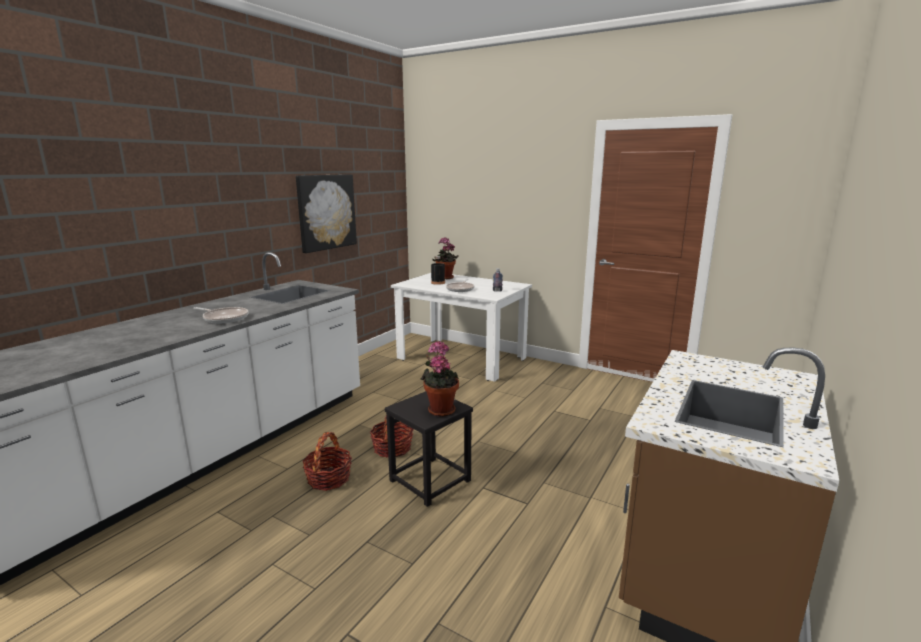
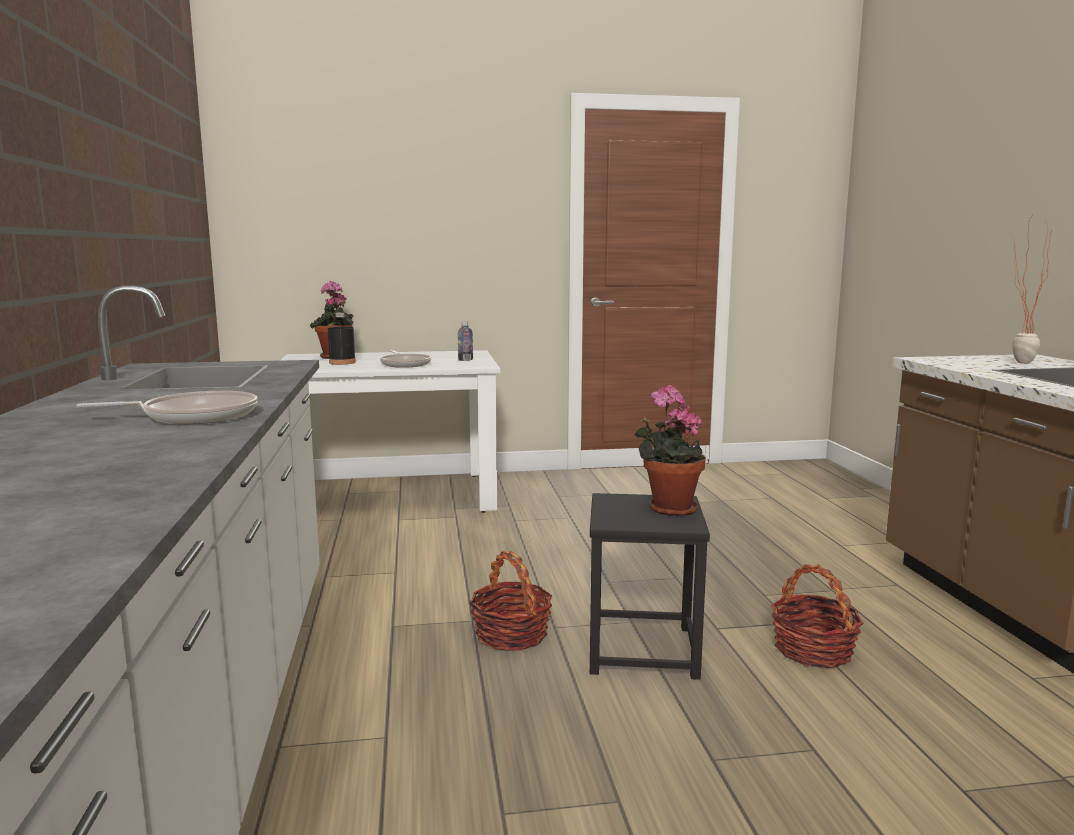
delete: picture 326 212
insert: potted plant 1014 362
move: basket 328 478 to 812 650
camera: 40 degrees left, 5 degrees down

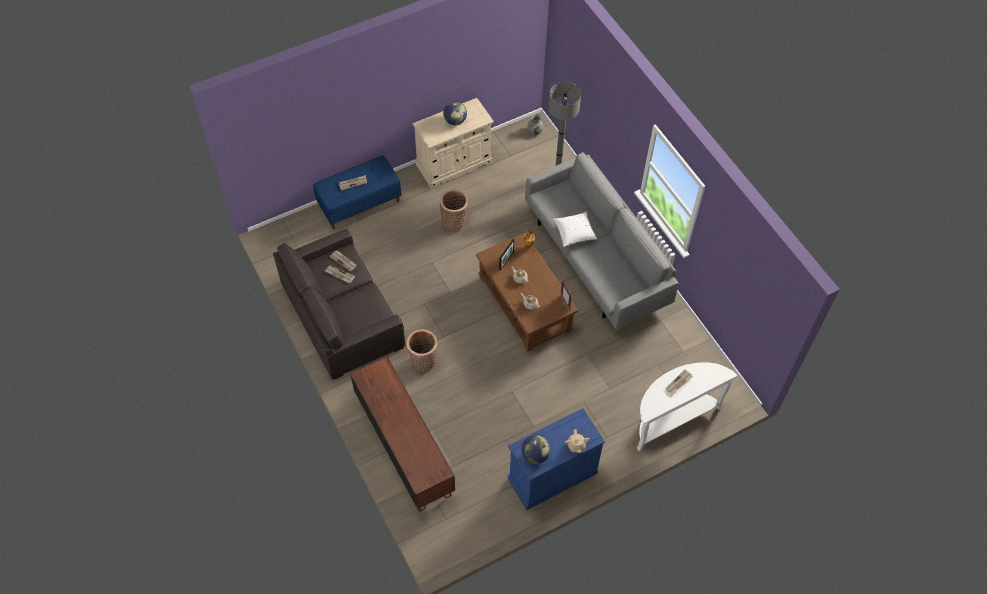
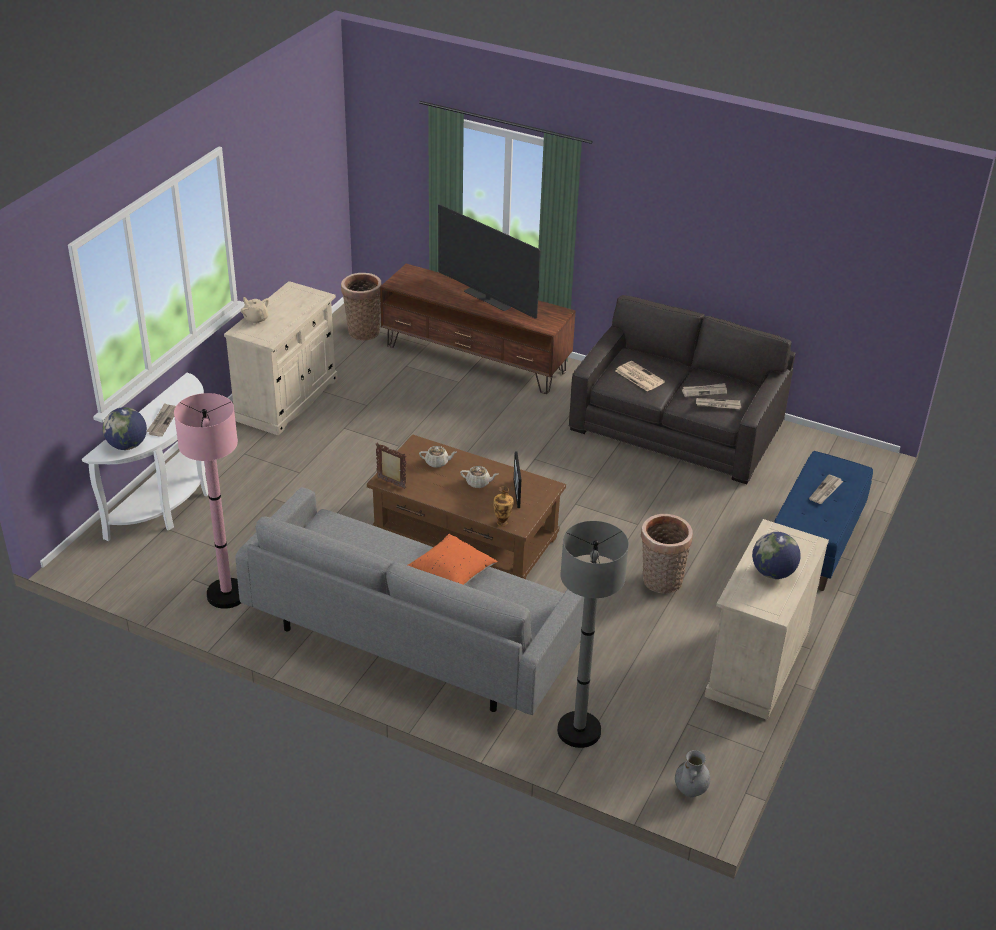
insert: pink floor lamp 227 594; television 487 299; newspaper 638 376
move: globe 535 455 to 127 445; basket 423 363 to 363 331
recolor: blue cabinet 552 475 to beige cabinet 287 399; white pillow 574 233 to orange pillow 452 574
camera: 145 degrees right, 20 degrees down

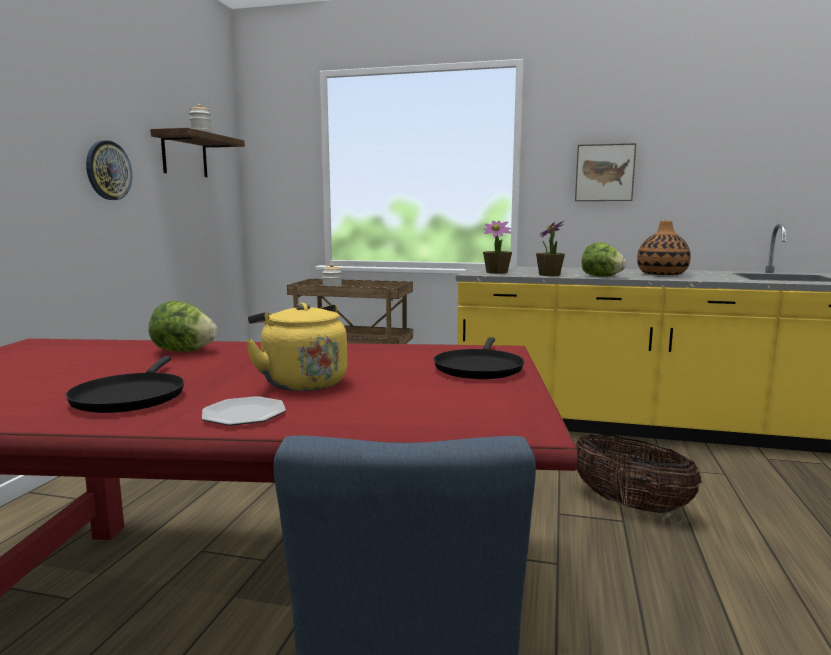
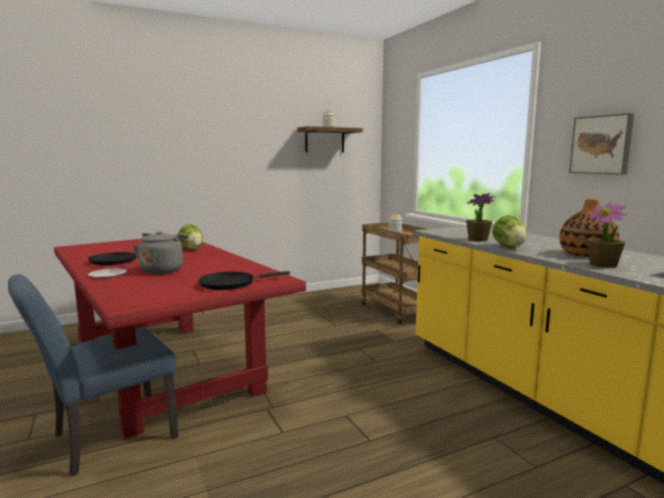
delete: wall clock 108 170; basket 630 504
move: potted plant 497 272 to 603 265
recolor: yellow kettle 301 382 to grey kettle 163 270
camera: 50 degrees right, 0 degrees up

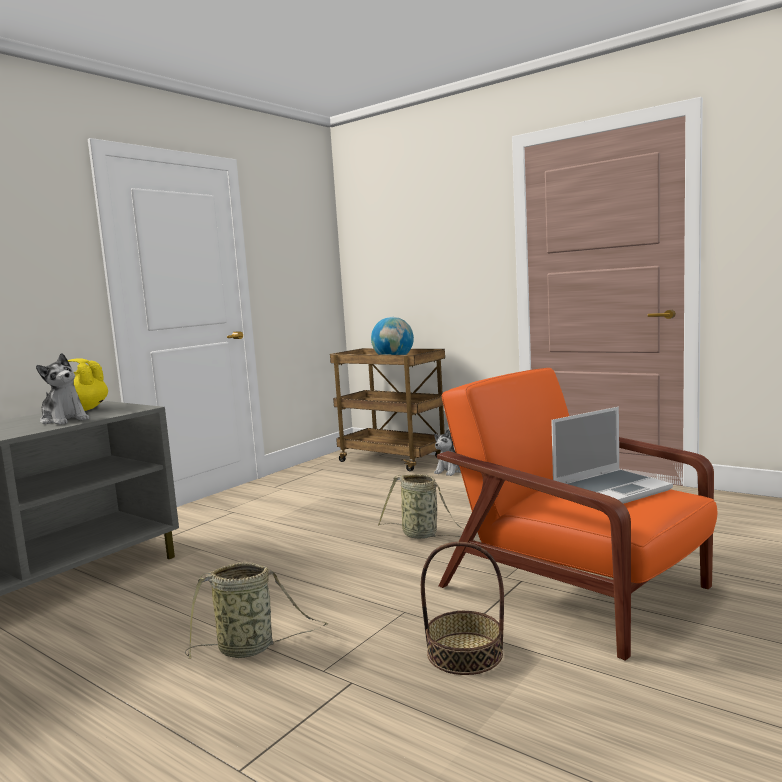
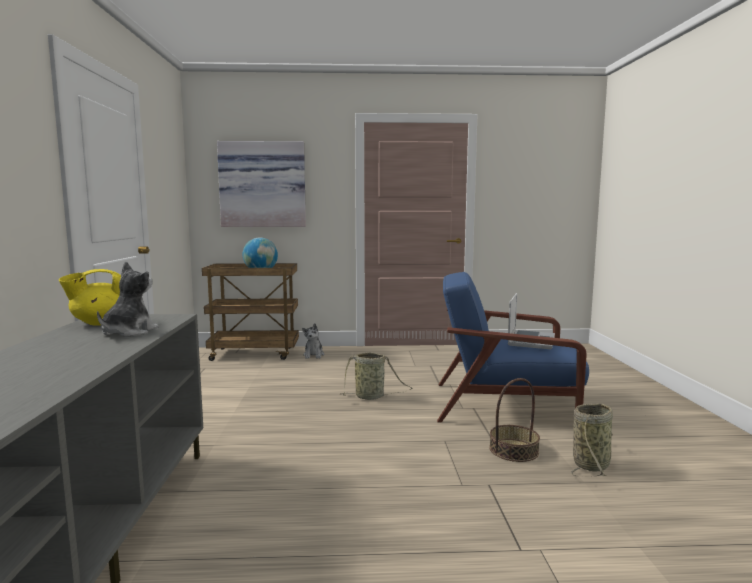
insert: picture 263 184
move: basket 250 648 to 592 464
recolor: orange armchair 576 589 to blue armchair 505 405
rotate: plush toy 64 420 = 128 332 75 degrees counterclockwise
camera: 40 degrees left, 0 degrees up

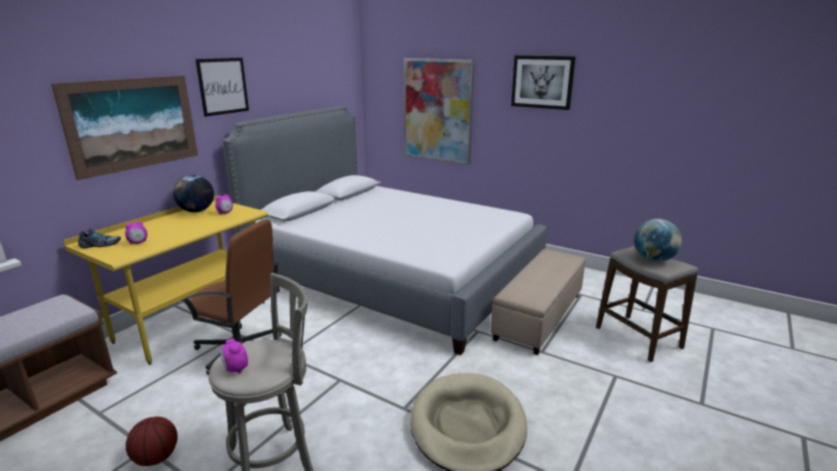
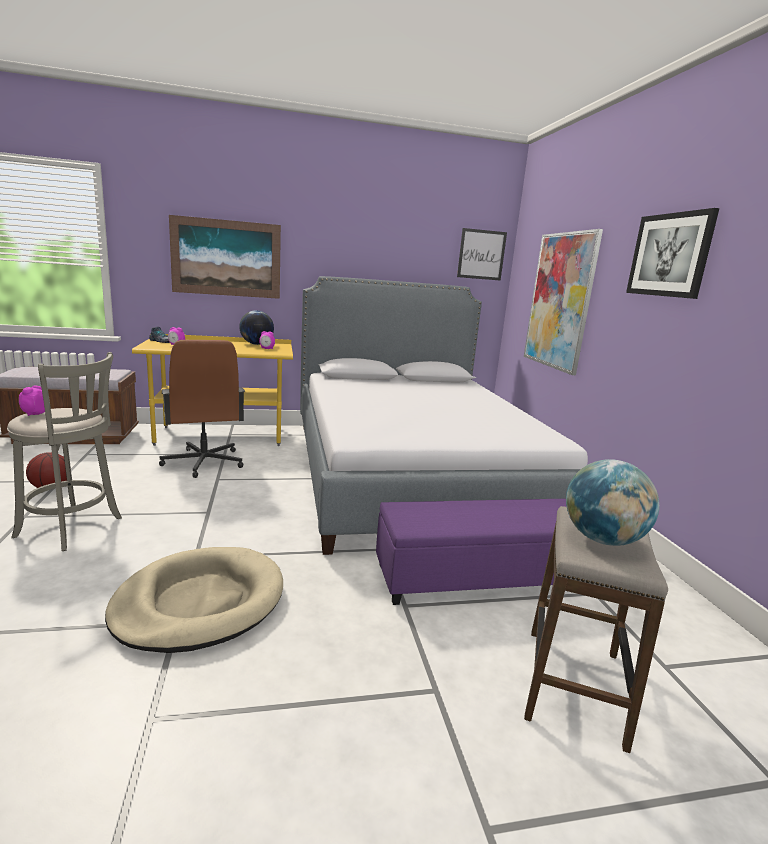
move: picture 223 86 to 481 254
recolor: beige ottoman 538 316 to purple ottoman 479 577
camera: 45 degrees right, 5 degrees down

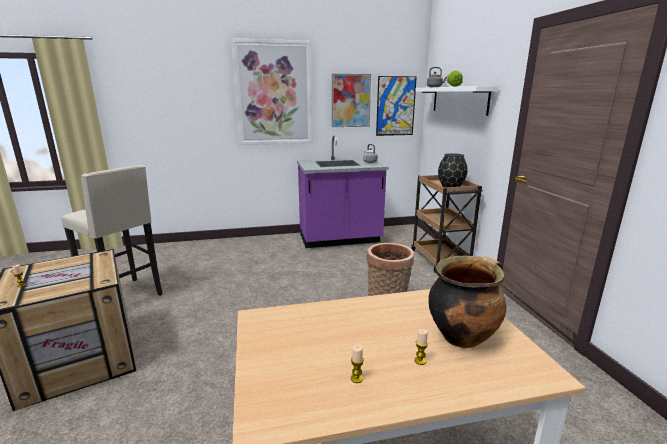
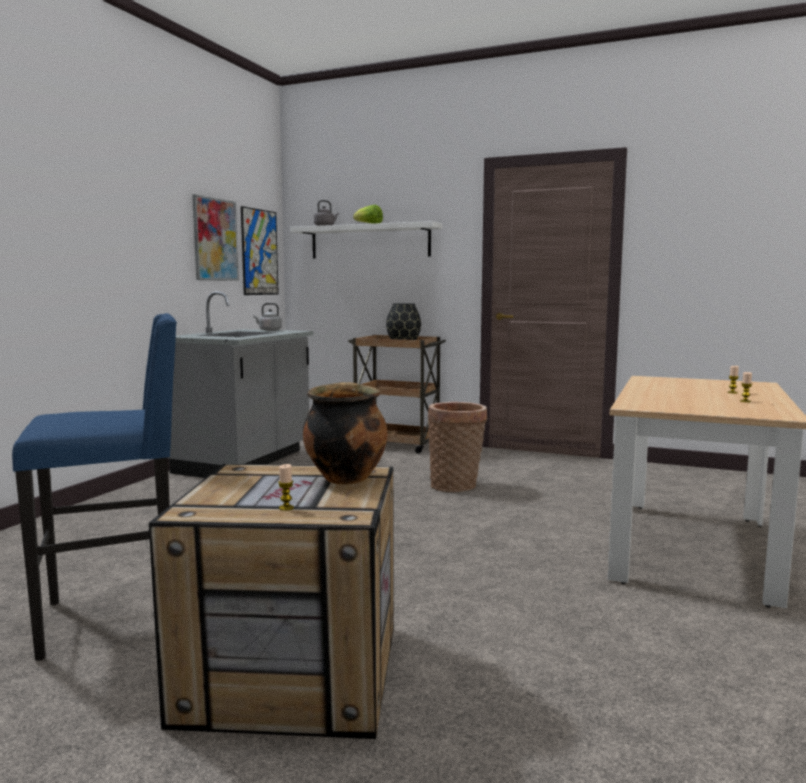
delete: picture 273 93
move: cooking pot 462 336 to 345 477
recolor: beige stool 126 297 to blue stool 117 618; purple counter 340 239 to grey counter 246 462
camera: 55 degrees left, 10 degrees down

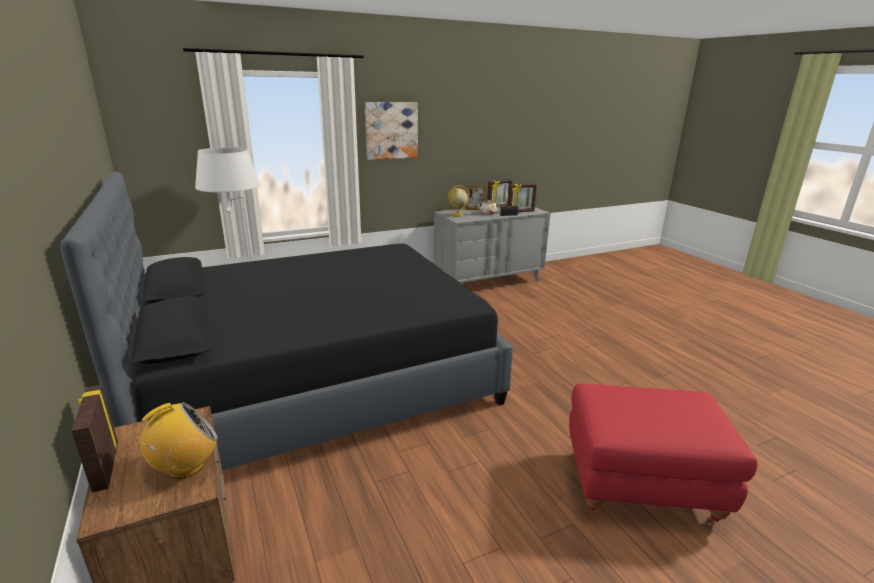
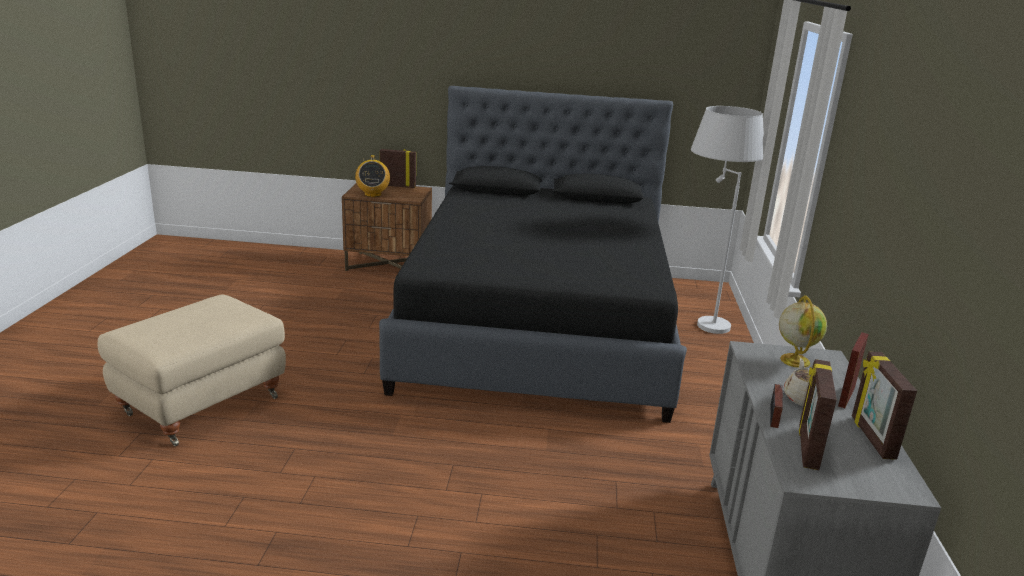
delete: picture 391 130
recolor: red ottoman 640 488 to beige ottoman 202 403
camera: 120 degrees right, 0 degrees up

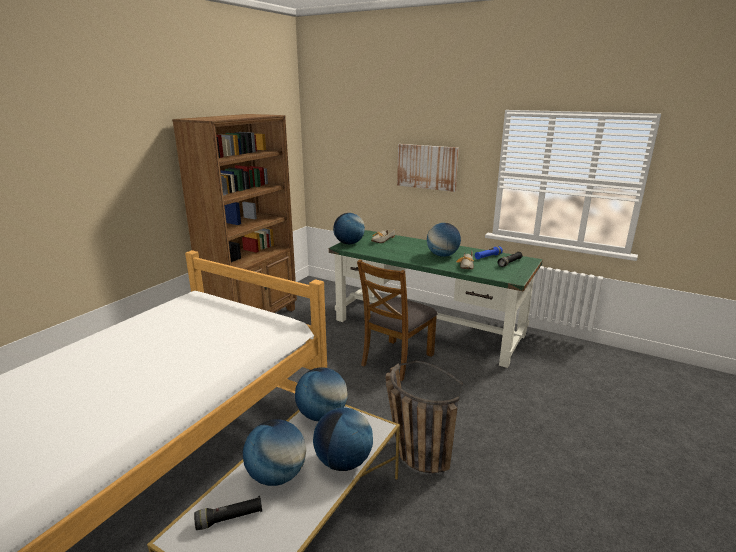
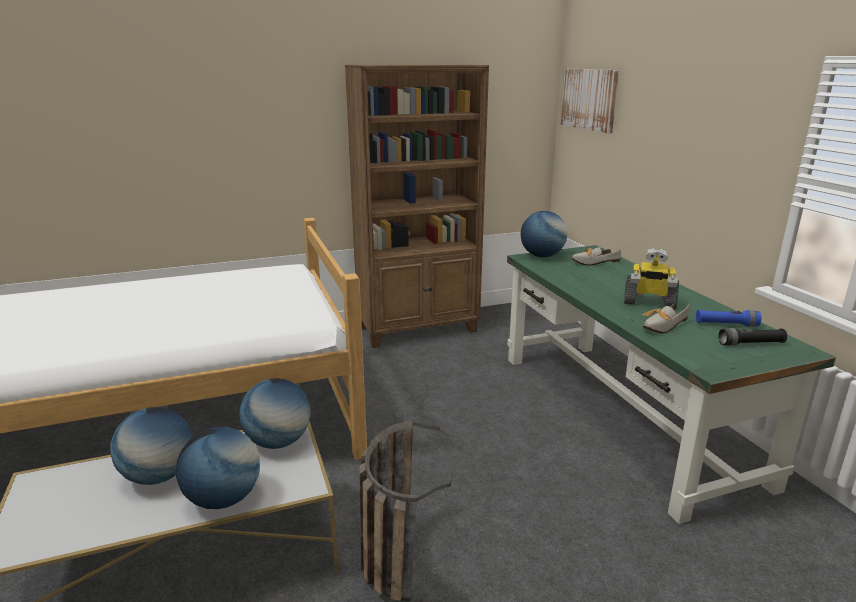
delete: black flashlight 229 518; brown chair 396 359
move: picture 427 167 to 589 99
replace: globe 442 255 to toy robot 649 302
camera: 40 degrees right, 0 degrees up

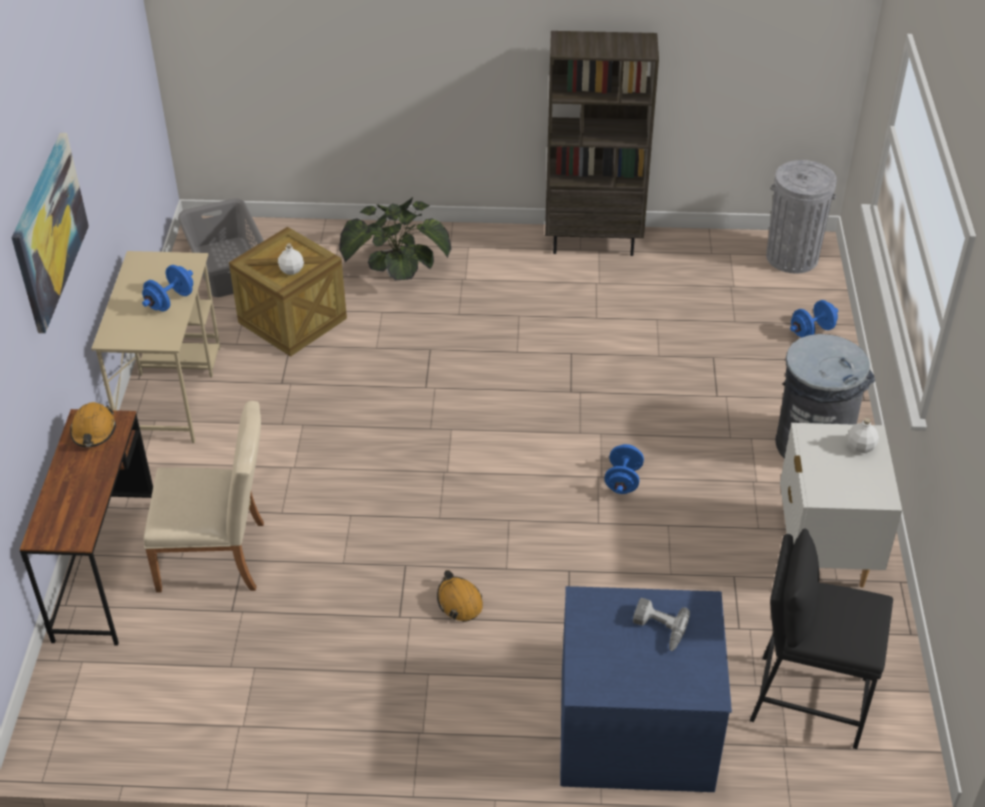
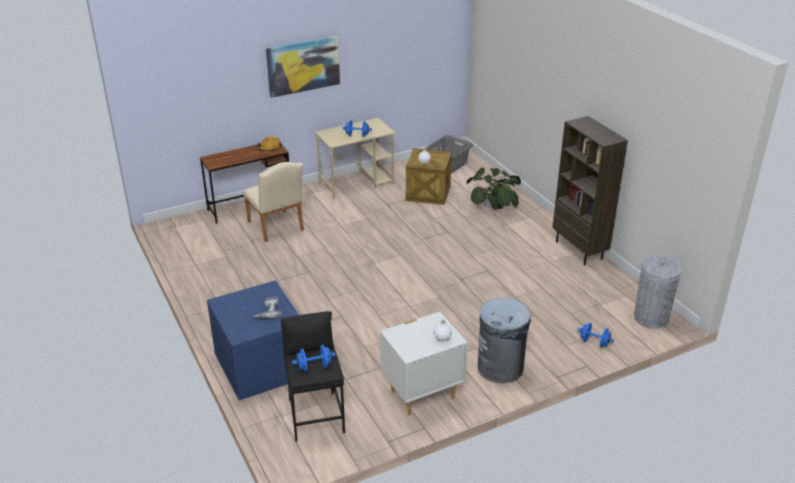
delete: orange hard hat 459 602
move: blue dumbbell 623 480 to 314 367
camera: 60 degrees right, 10 degrees down

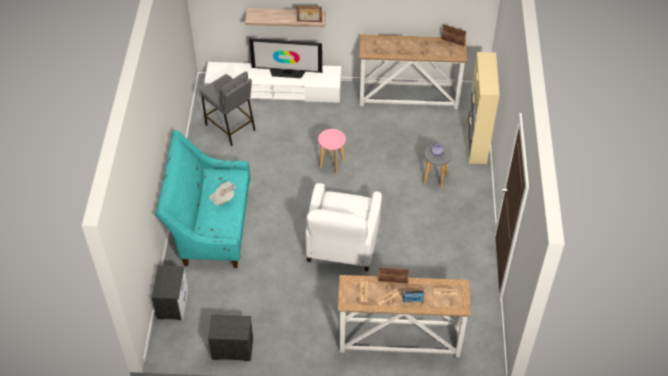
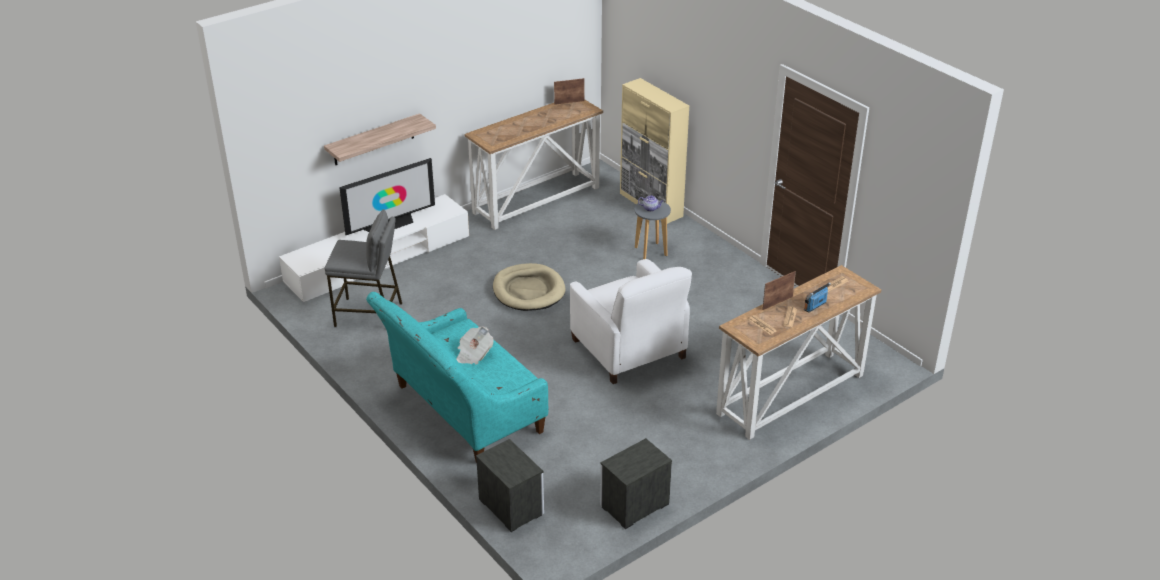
delete: picture frame 309 21
replace: pink stool 332 164 to beige dog bed 528 290
camera: 40 degrees left, 15 degrees down

